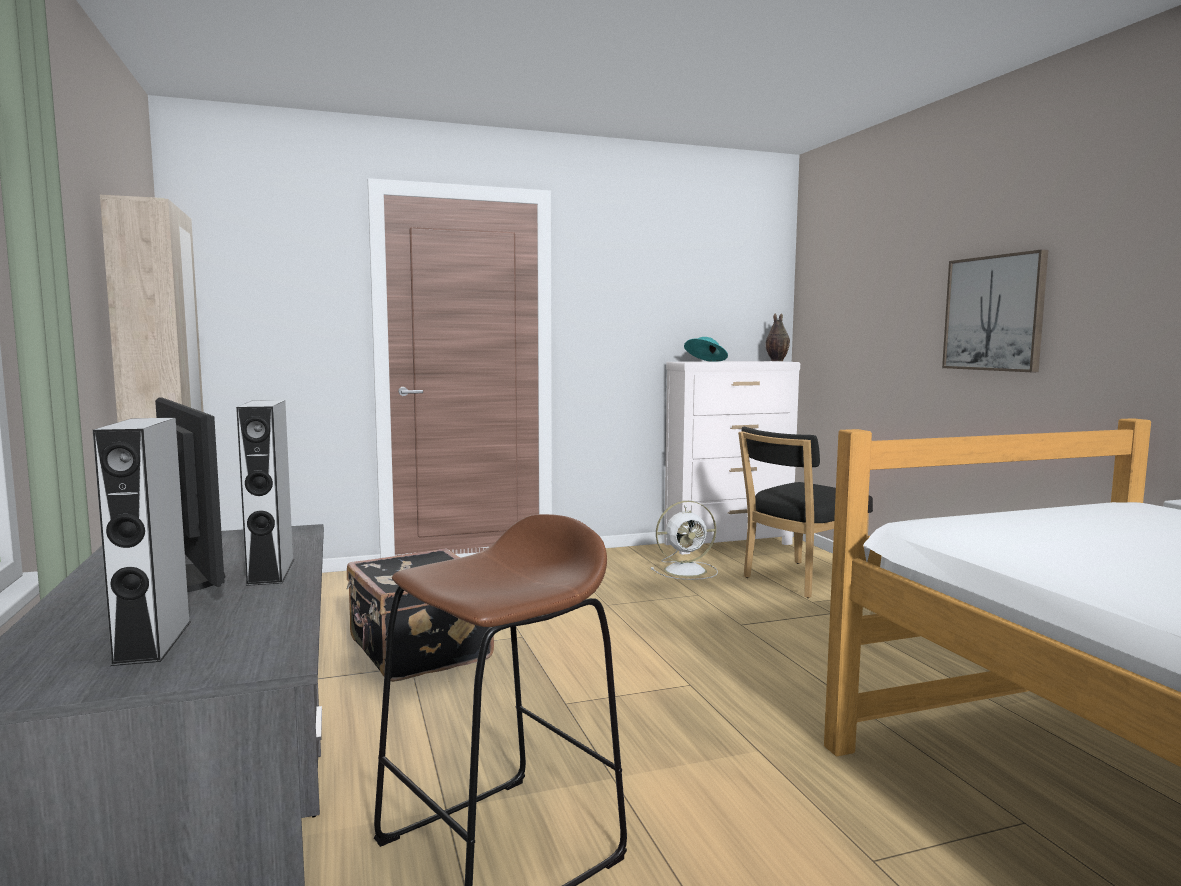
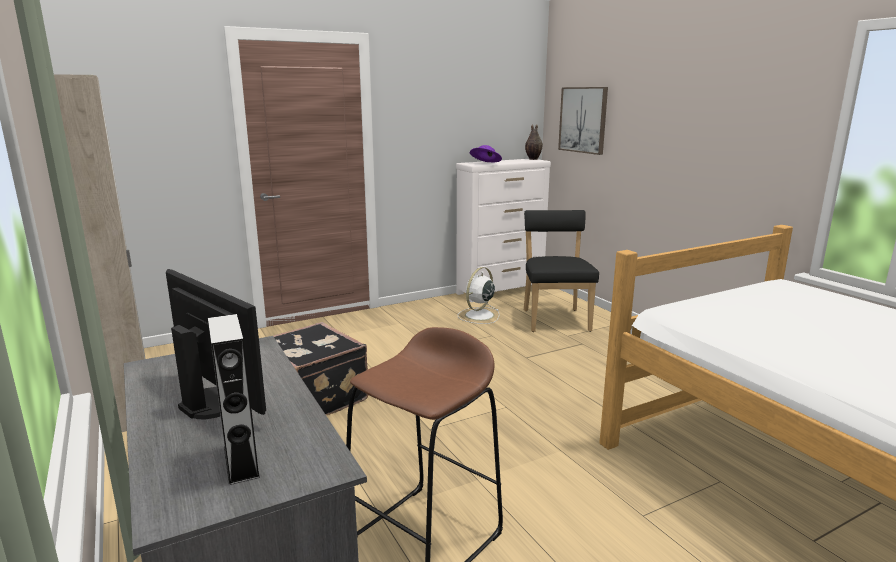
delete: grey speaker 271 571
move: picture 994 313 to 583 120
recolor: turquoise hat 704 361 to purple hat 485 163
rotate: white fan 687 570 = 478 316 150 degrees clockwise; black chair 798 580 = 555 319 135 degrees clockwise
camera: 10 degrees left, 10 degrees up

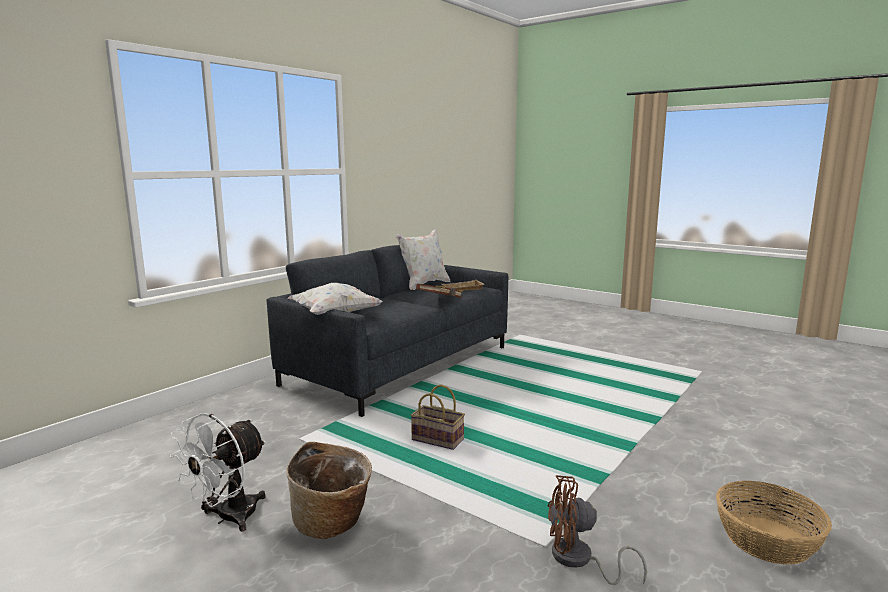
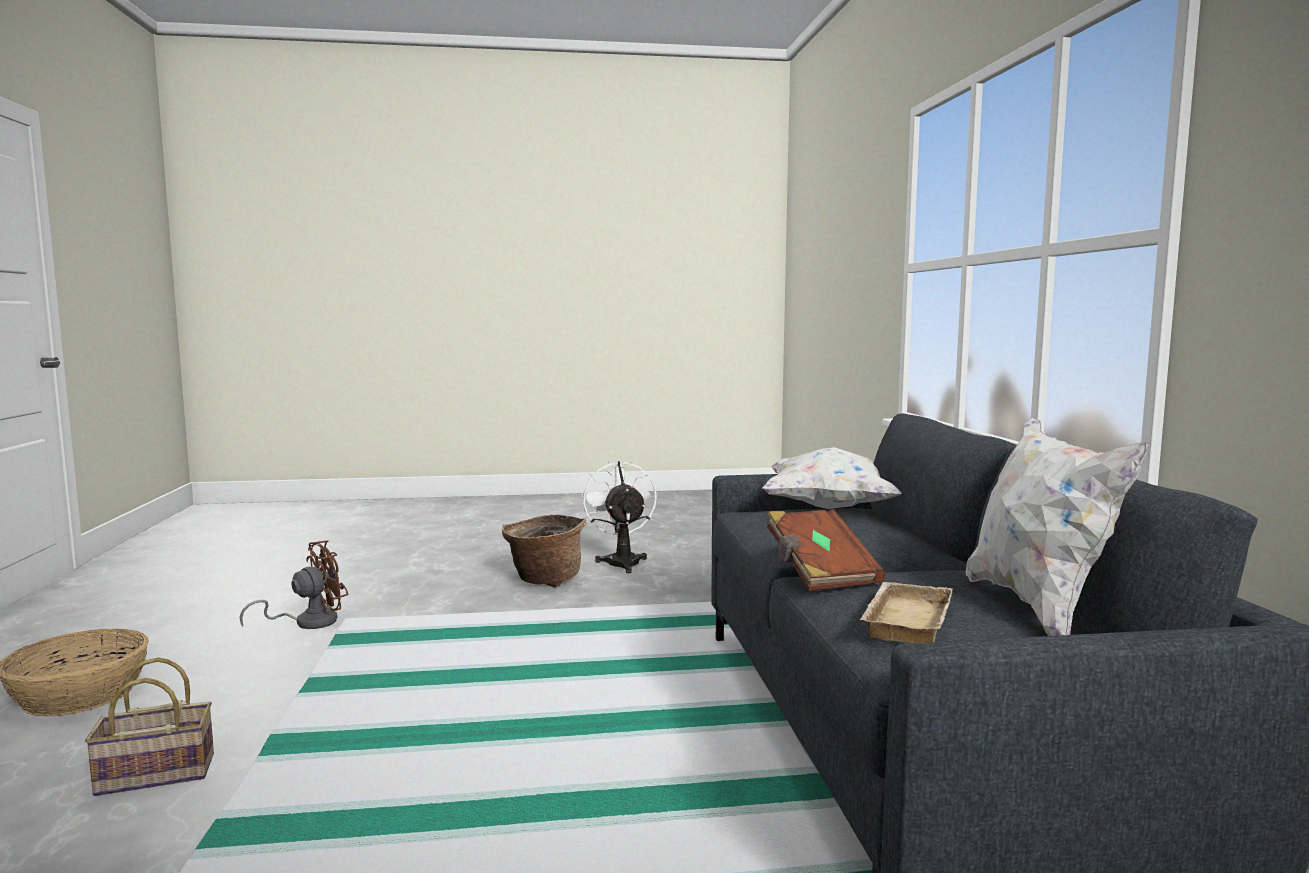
move: basket 439 440 to 152 776
camera: 135 degrees right, 5 degrees down

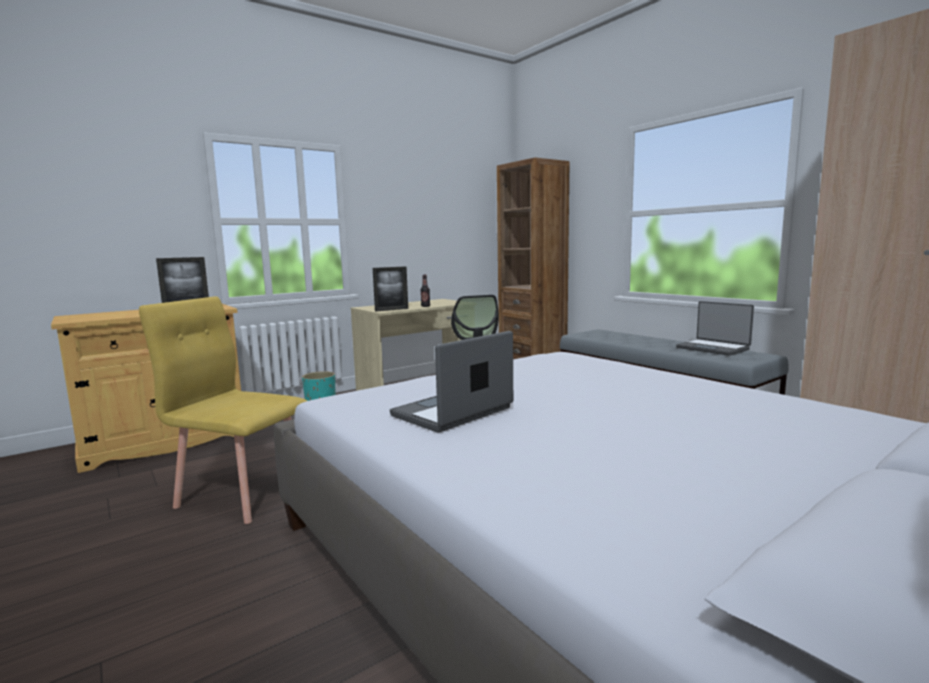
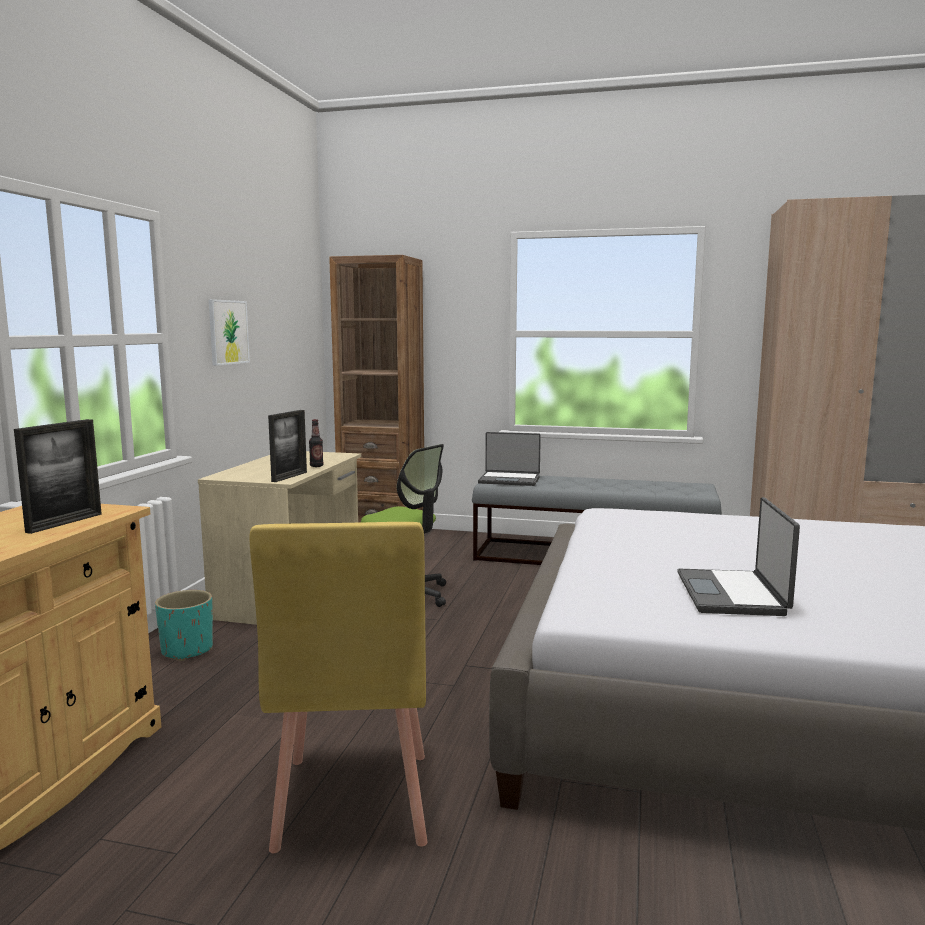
insert: picture 228 332
move: laptop 713 348 to 509 480
rotate: yellow chair 244 493 = 352 800 75 degrees counterclockwise
camera: 40 degrees left, 0 degrees up

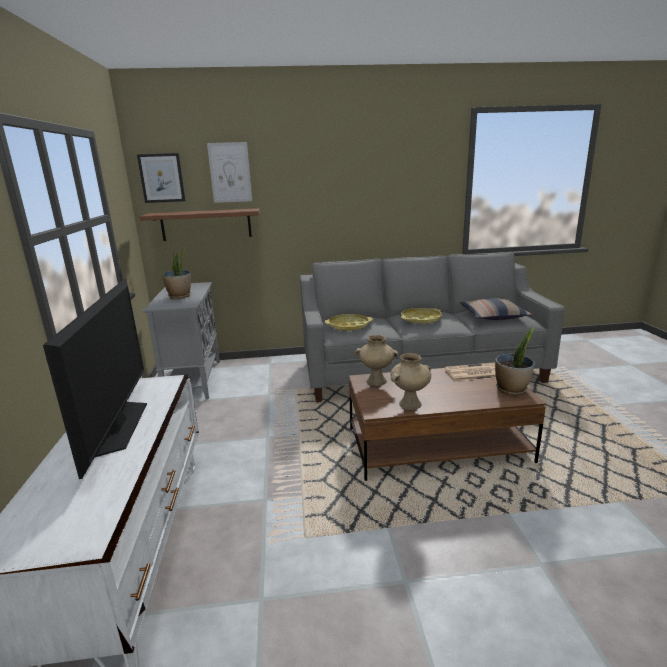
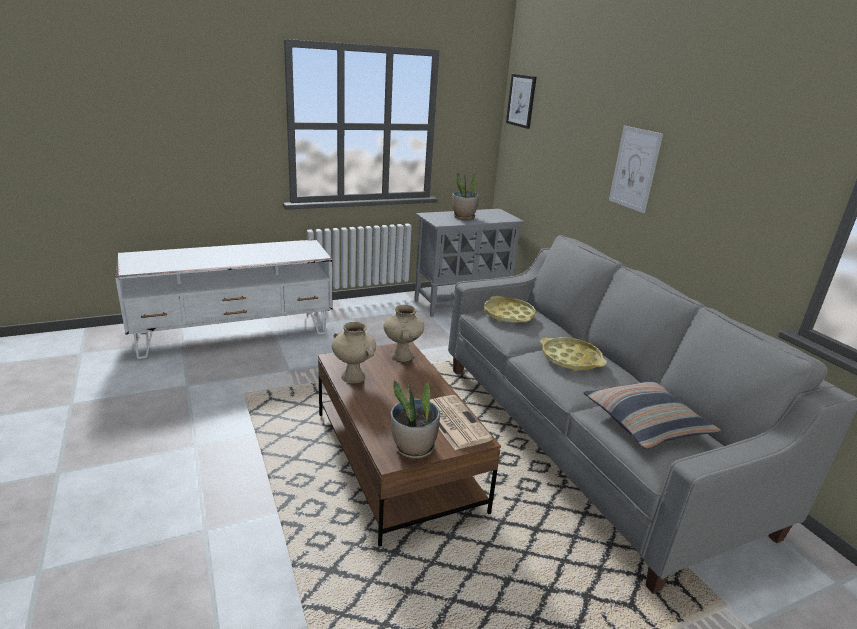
delete: television 117 426; brown shelf 206 224
move: picture 230 172 to 634 169
camera: 70 degrees right, 5 degrees up

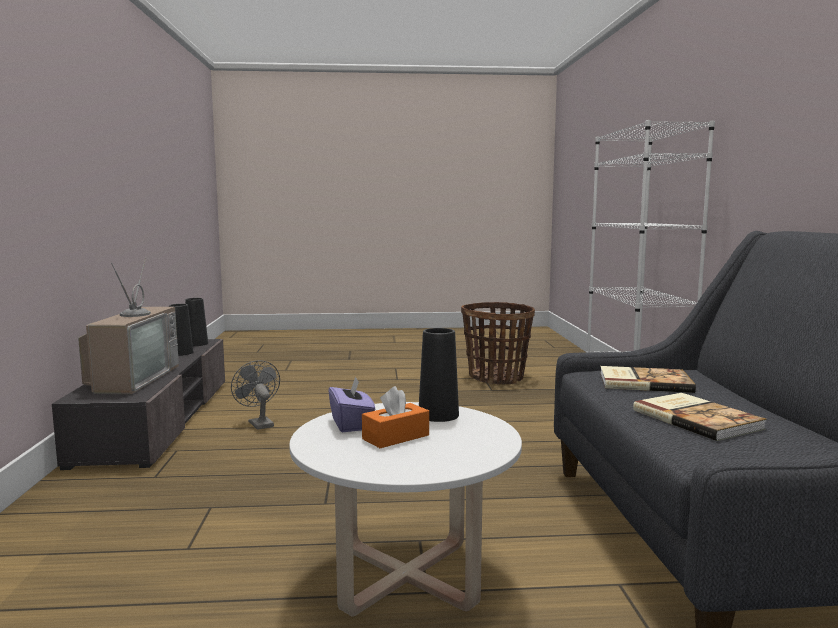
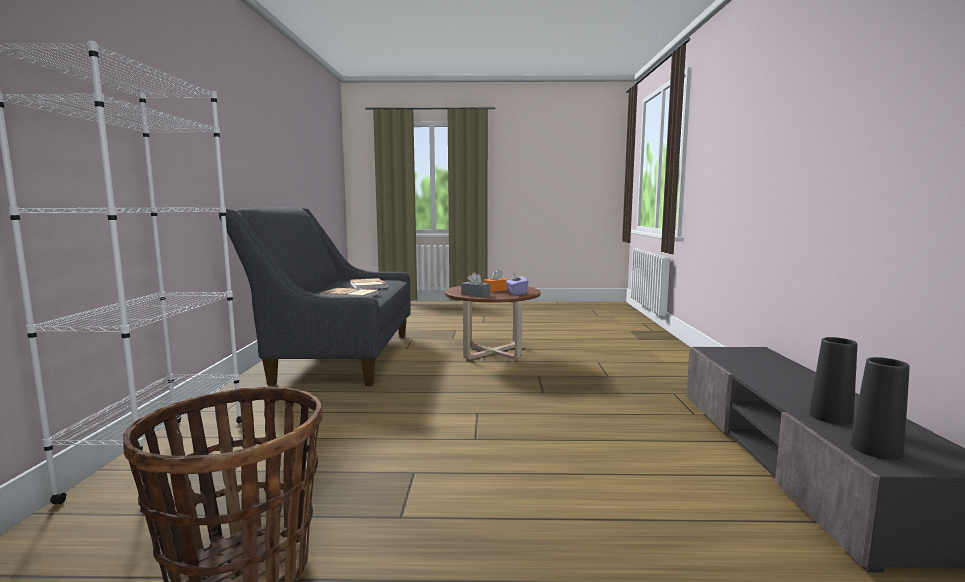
delete: television 132 378; grey fan 258 423
replace: black vase 438 415 to grey tissue box 475 294
recolor: white coffee table 406 576 to brown coffee table 492 352
camera: 175 degrees left, 0 degrees up

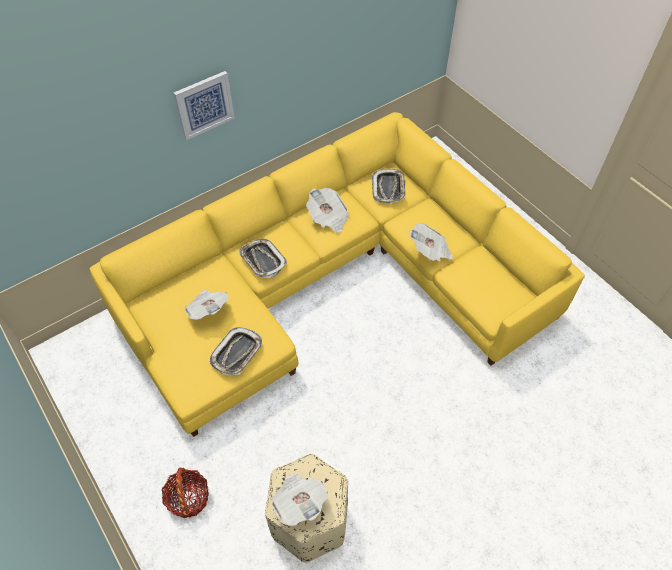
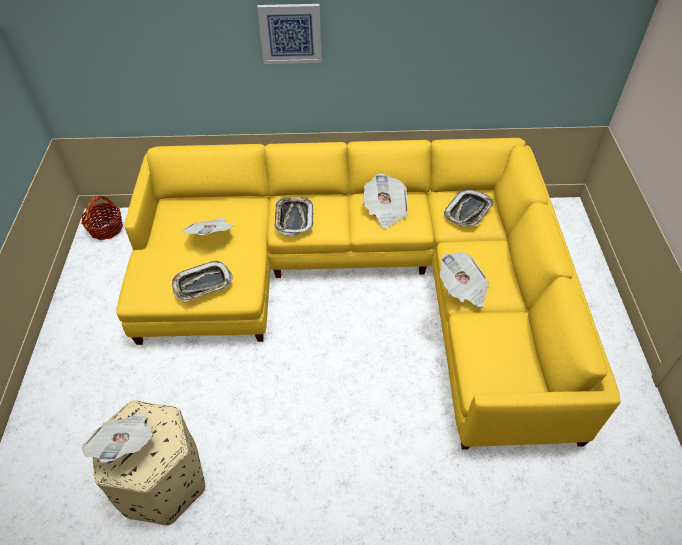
move: basket 188 498 to 106 228
camera: 35 degrees right, 5 degrees down

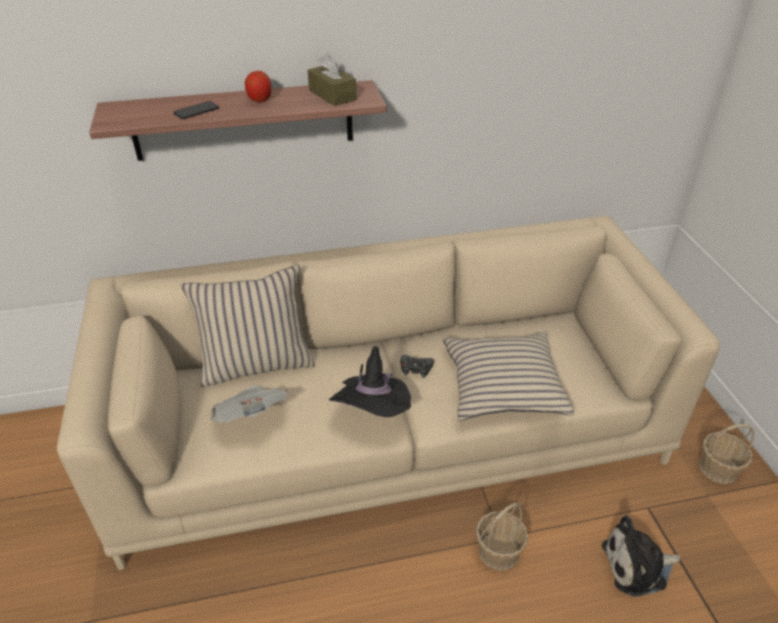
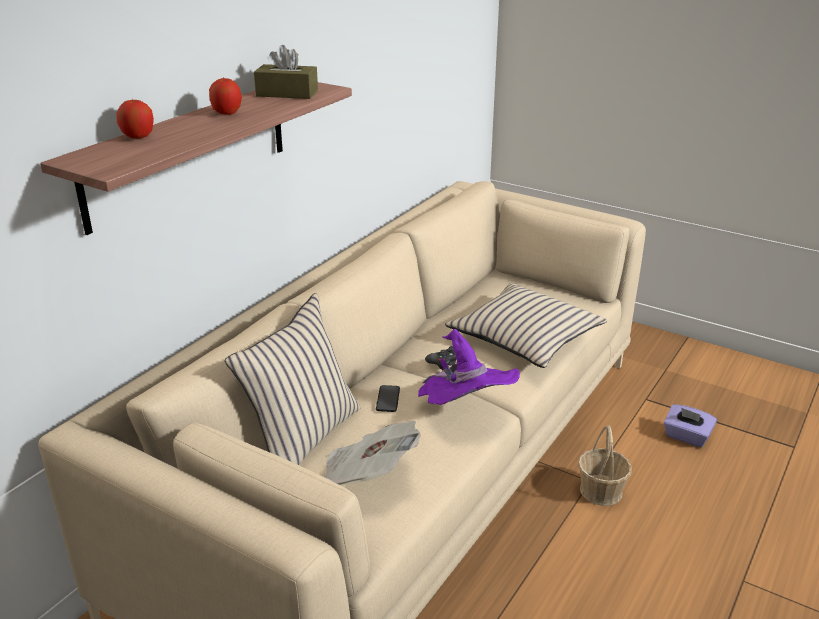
delete: basket 718 468
insert: apple 138 137
move: phone 196 111 to 388 399
replace: plush toy 637 566 to purple tissue box 686 437
recolor: black hat 373 414 to purple hat 464 410
camera: 45 degrees left, 10 degrees down

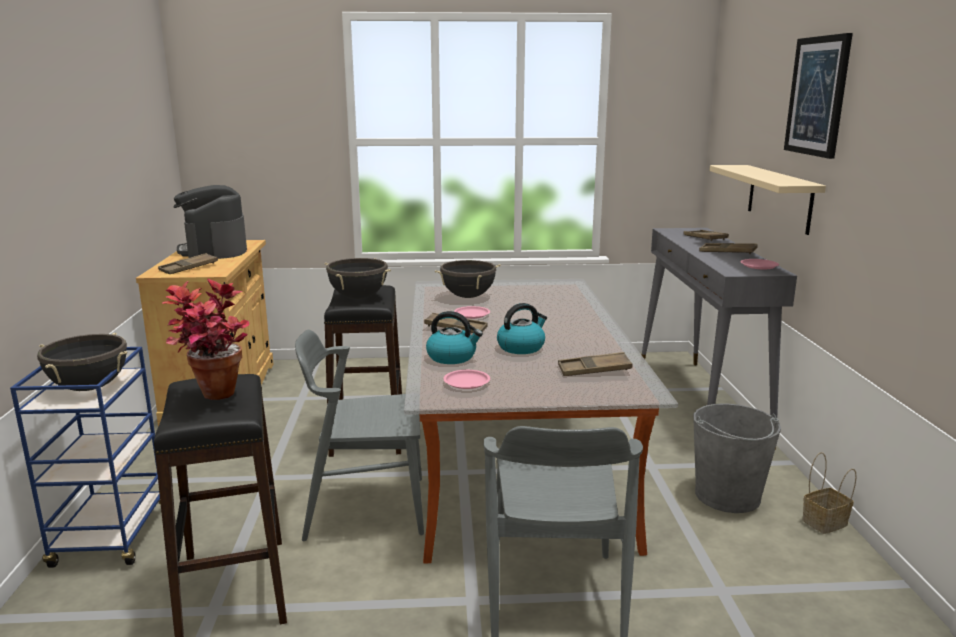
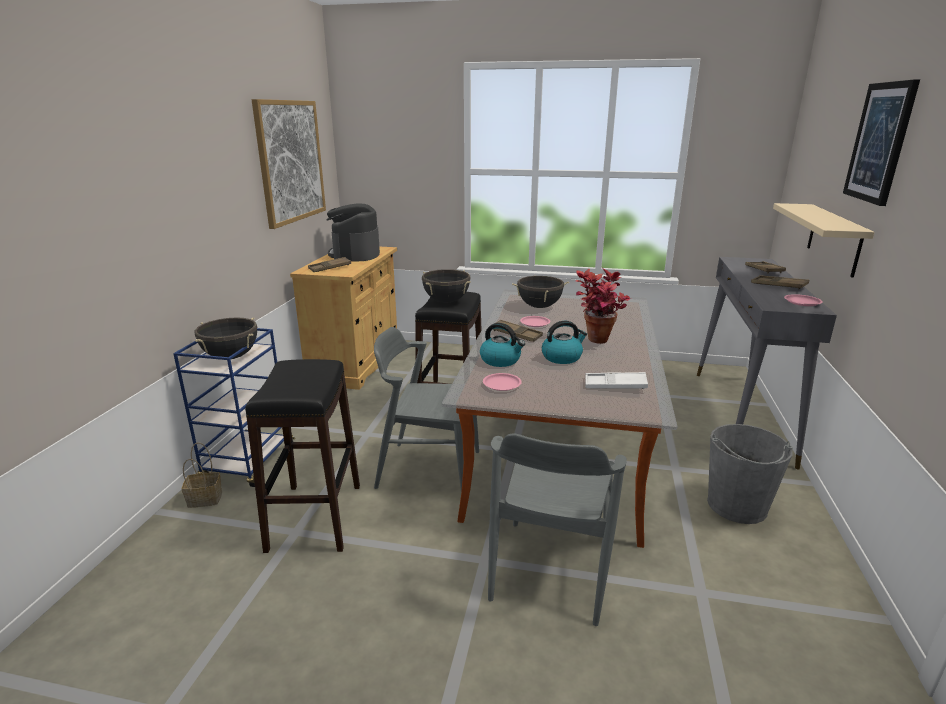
insert: picture 290 161
move: basket 824 523 to 203 499; potted plant 213 399 to 597 343
recolor: brown tray 594 370 to white tray 615 385
camera: 15 degrees right, 5 degrees up

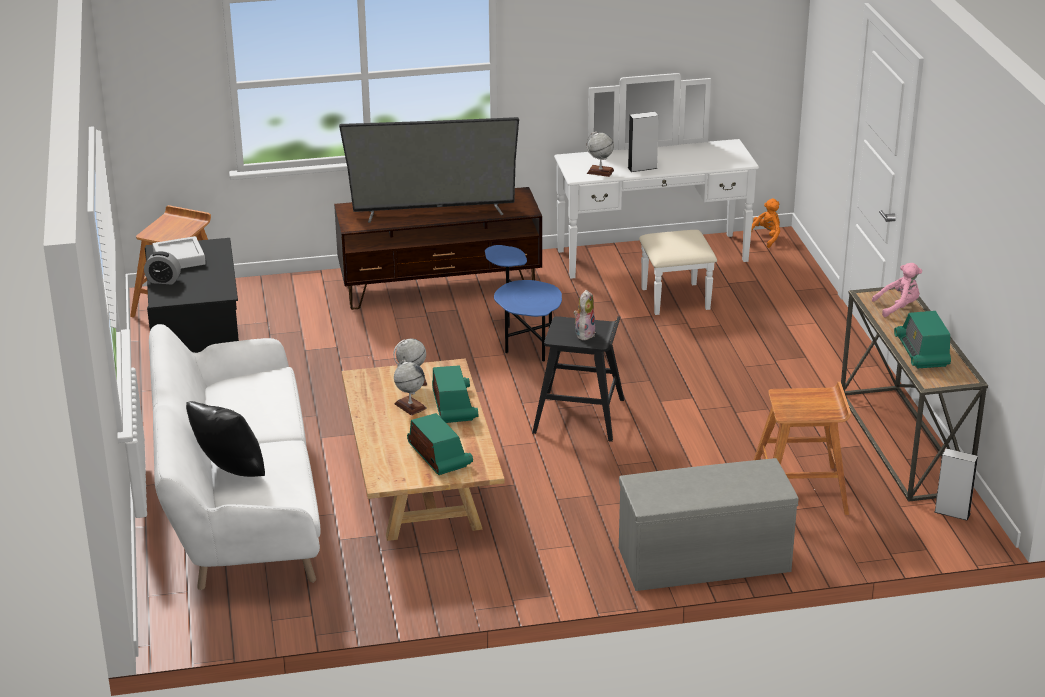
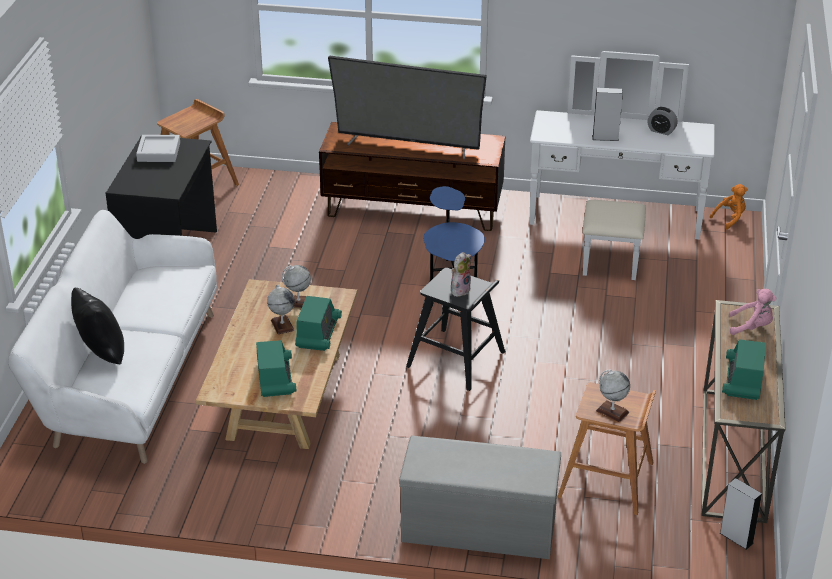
move: globe 600 172 to 612 411; alarm clock 163 281 to 661 131
camera: 20 degrees right, 5 degrees up

